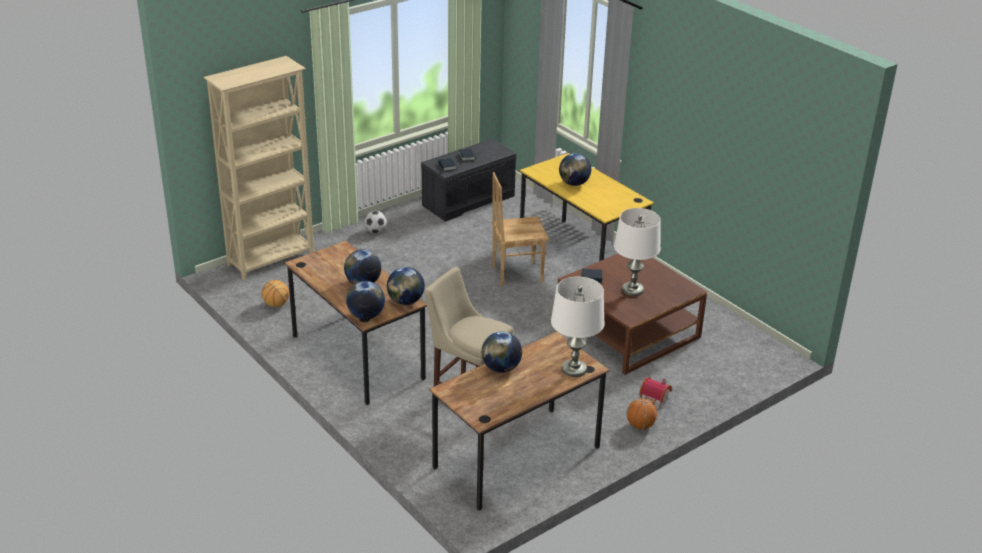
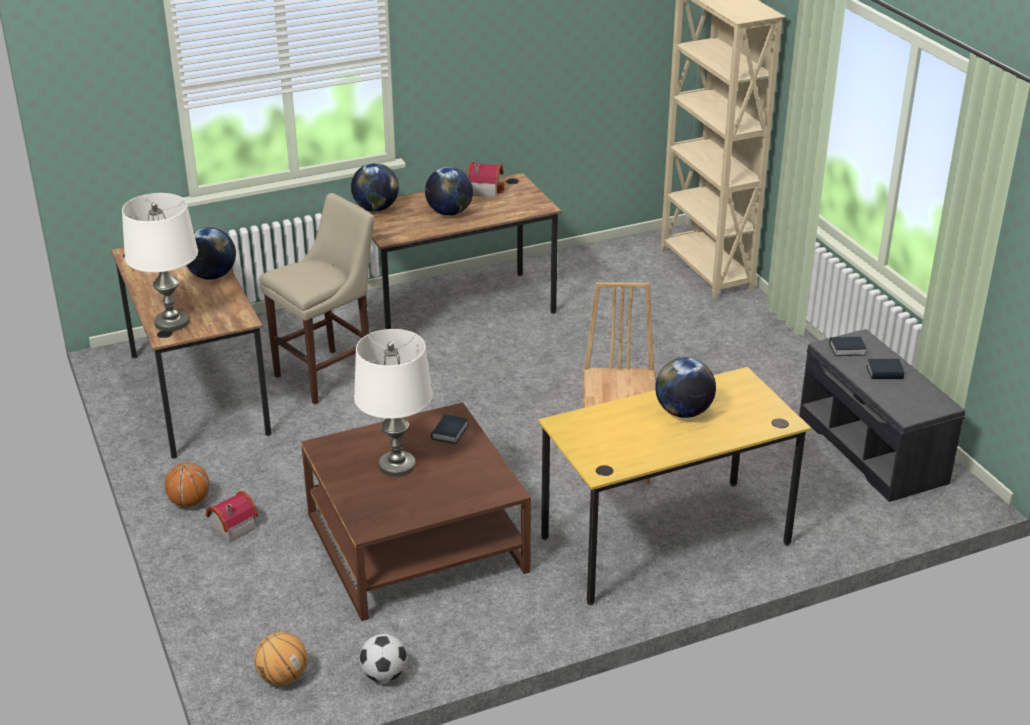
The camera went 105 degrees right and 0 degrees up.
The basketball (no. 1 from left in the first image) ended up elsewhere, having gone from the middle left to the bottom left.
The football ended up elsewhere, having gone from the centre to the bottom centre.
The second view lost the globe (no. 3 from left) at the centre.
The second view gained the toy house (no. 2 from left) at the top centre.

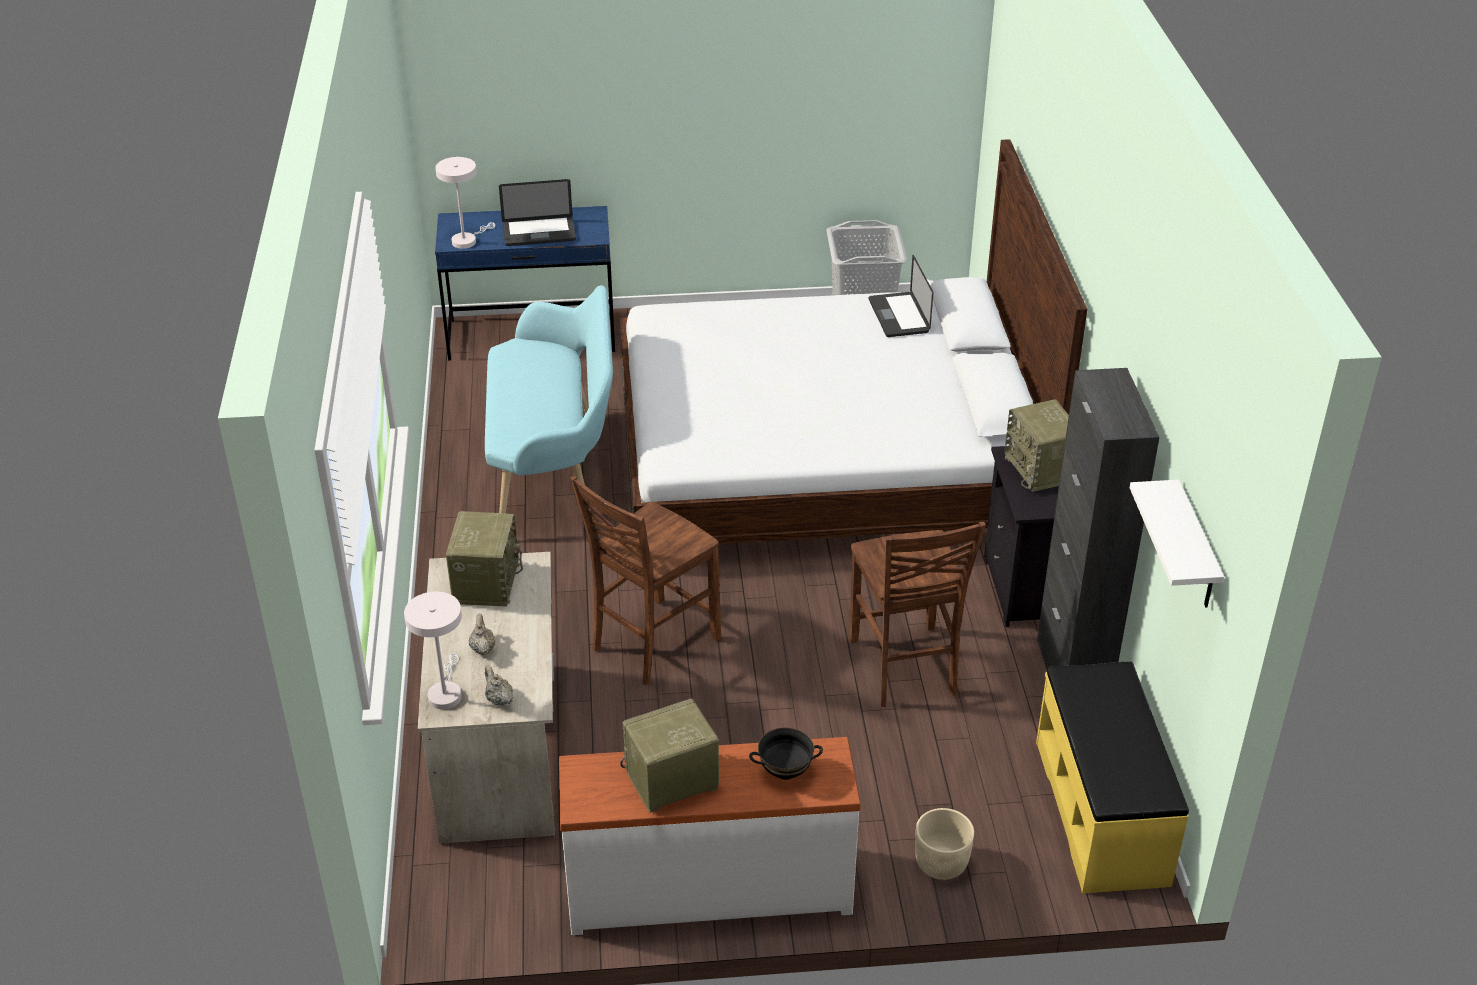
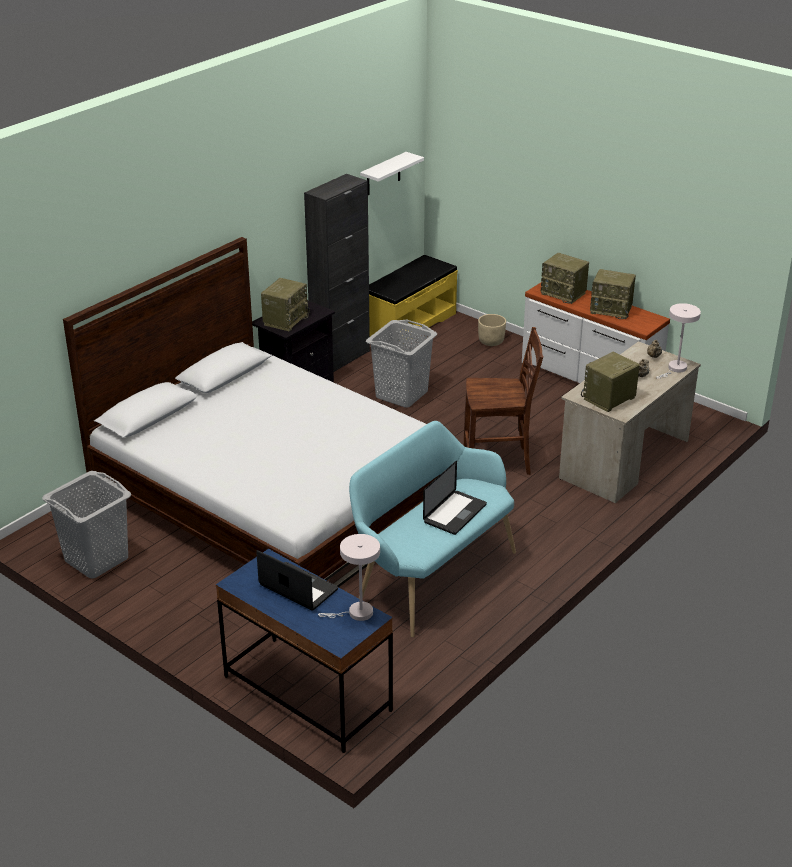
The camera went 135 degrees left and 5 degrees down.
Where the black bowl stood at the bottom centre, the radio (no. 2 from left) came to stand at the top right.
Where the brown chair (no. 2 from left) stood at the centre, the grey laundry basket (no. 2 from left) came to stand at the centre.
The laptop (no. 2 from left) ended up elsewhere, having gone from the top centre to the centre.

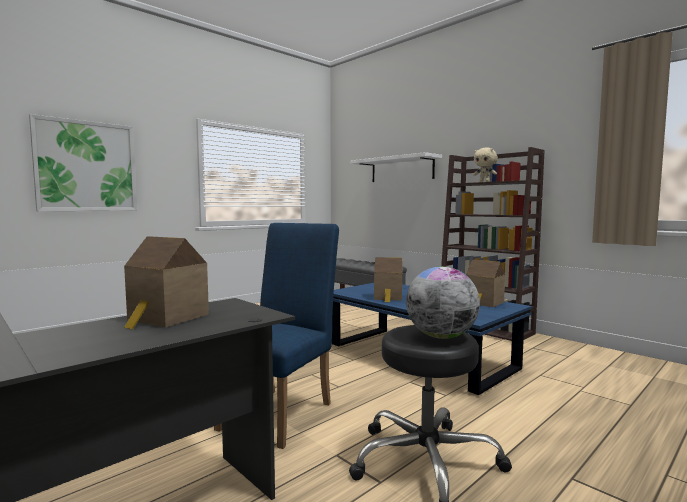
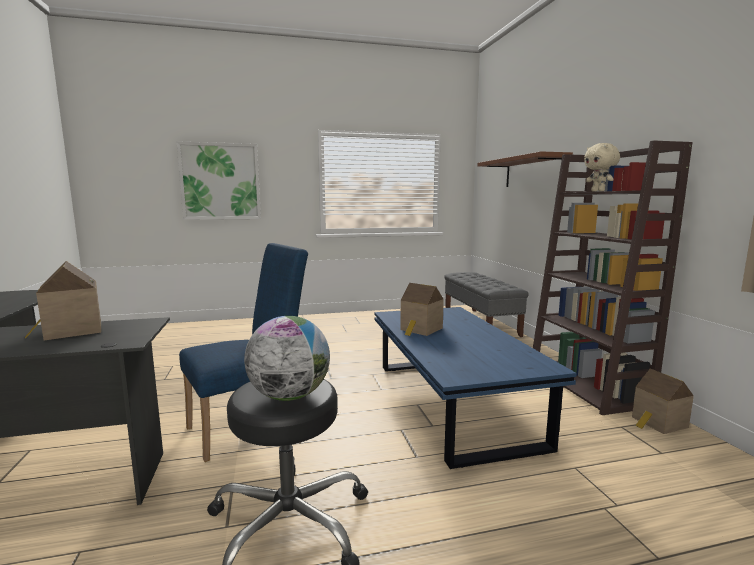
The camera went 30 degrees right and 5 degrees up.
What was the white shelf at the top centre turned into the brown shelf at the top right.
The toy house (no. 3 from left) ended up elsewhere, having gone from the middle right to the bottom right.

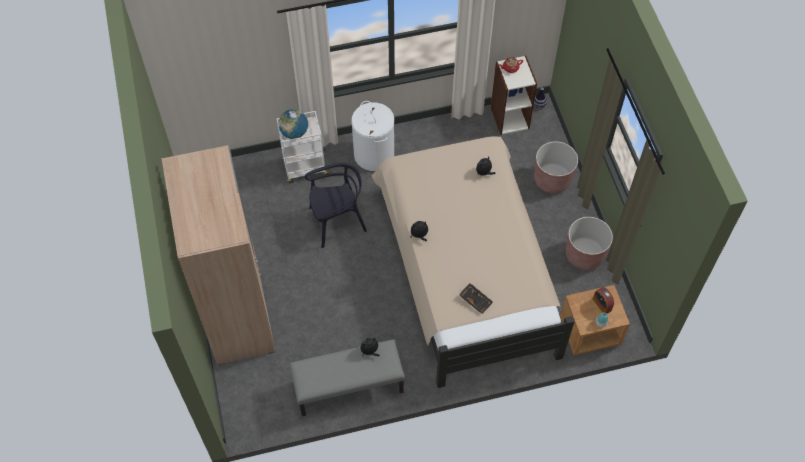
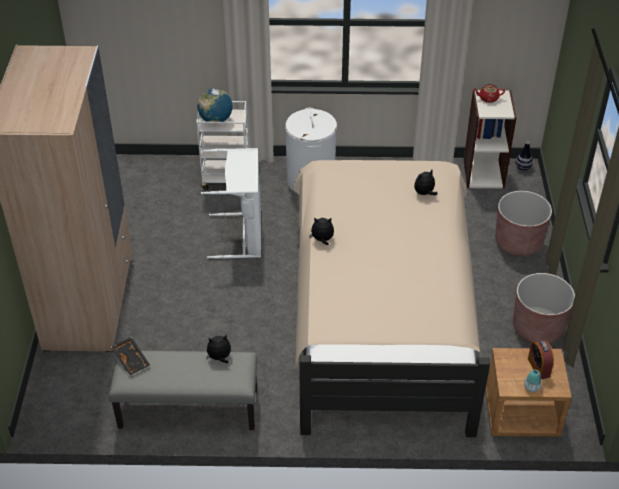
The camera went 15 degrees right and 15 degrees down.
Where the black chair stood at the centre, the white laundry basket (no. 1 from left) came to stand at the centre.
The black tray ended up elsewhere, having gone from the centre to the bottom left.

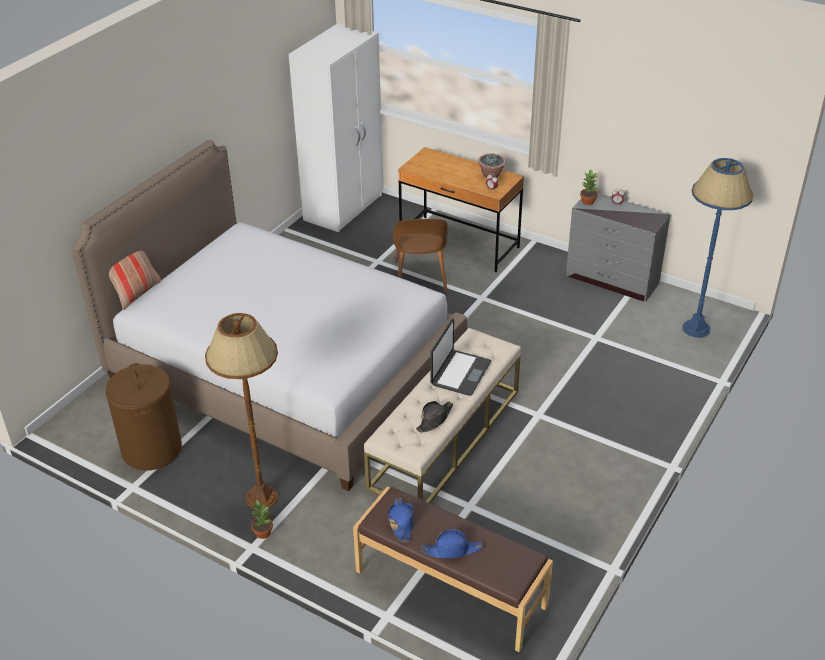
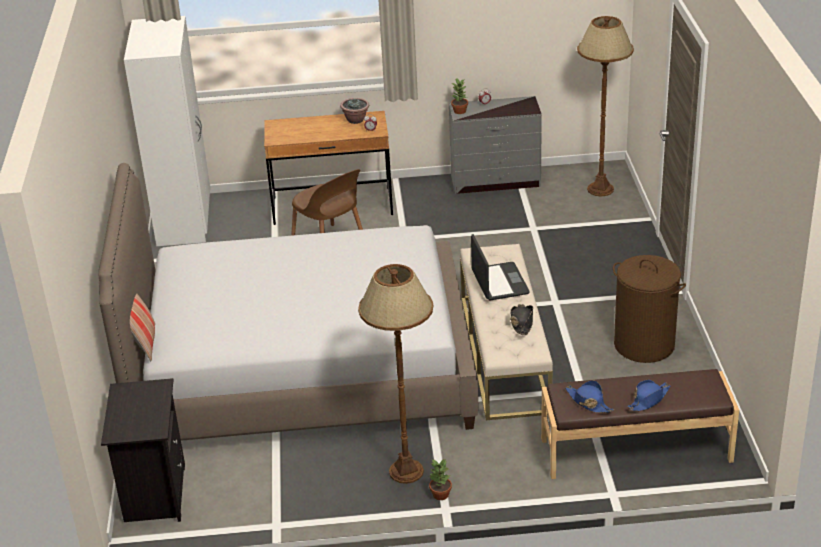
The camera went 35 degrees left and 5 degrees down.
The brown laundry basket ended up elsewhere, having gone from the middle left to the middle right.
What was the blue floor lamp at the middle right turned into the brown floor lamp (no. 2 from left) at the top right.
The second view gained the black nightstand at the bottom left.

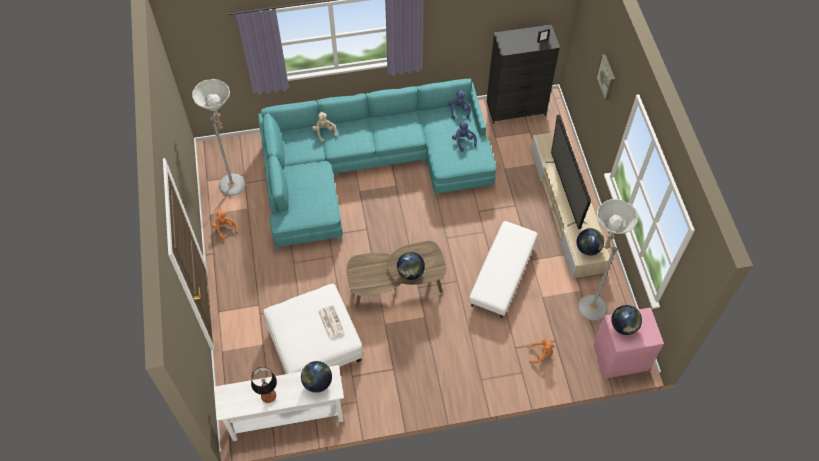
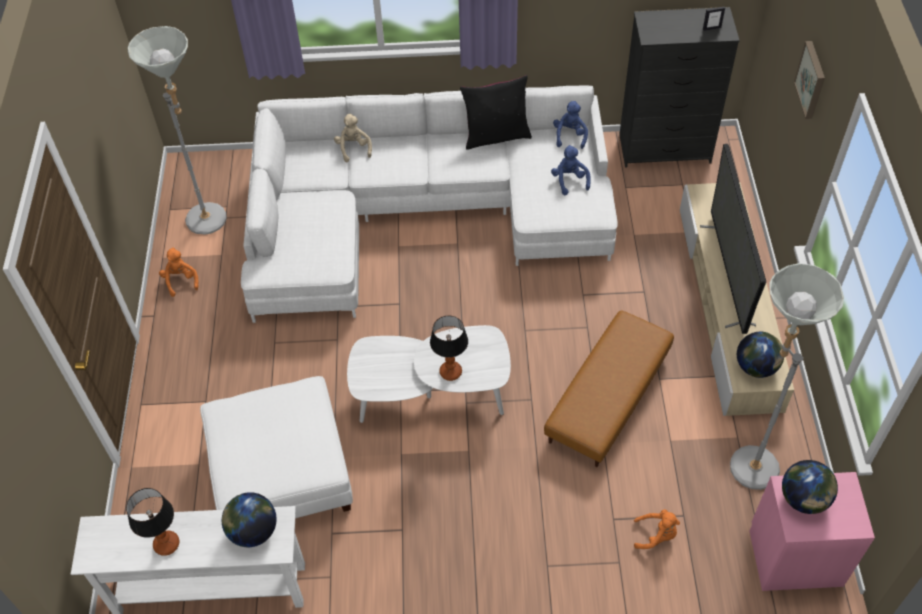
The camera went 10 degrees right and 5 degrees down.
What was the turquoise sofa at the centre turned into the white sofa at the top centre.
The second view lost the newspaper at the bottom centre.
What was the brown coffee table at the centre turned into the white coffee table at the centre.
Where the globe (no. 2 from left) stood at the centre, the table lamp (no. 2 from left) came to stand at the centre.
What was the white ottoman (no. 2 from left) at the centre turned into the brown ottoman at the centre.
The second view gained the black pillow at the top centre.

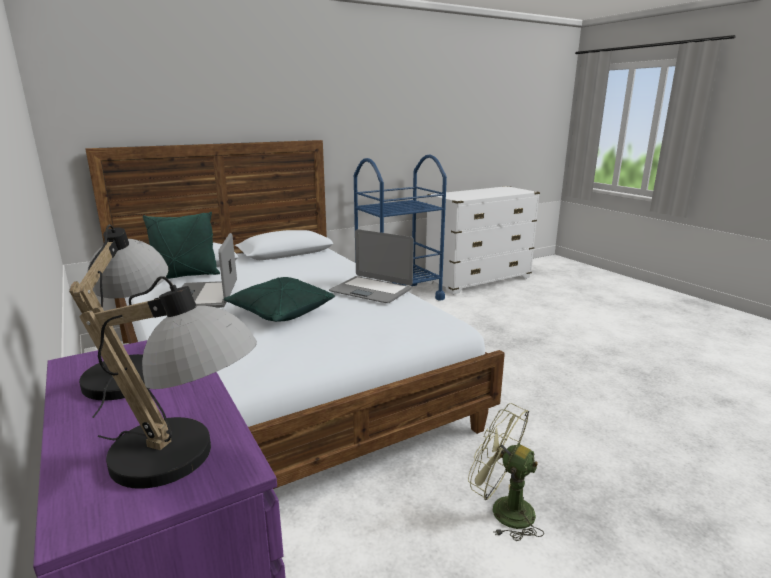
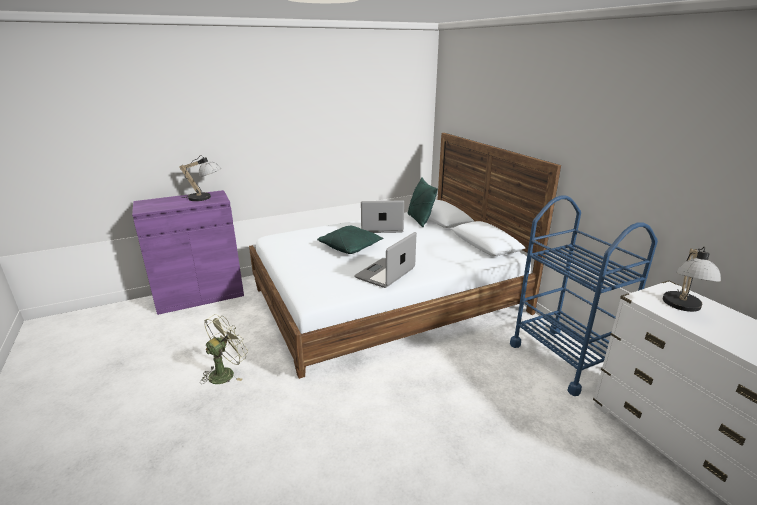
The camera went 95 degrees right and 5 degrees up.
The table lamp (no. 2 from left) ended up elsewhere, having gone from the middle left to the middle right.

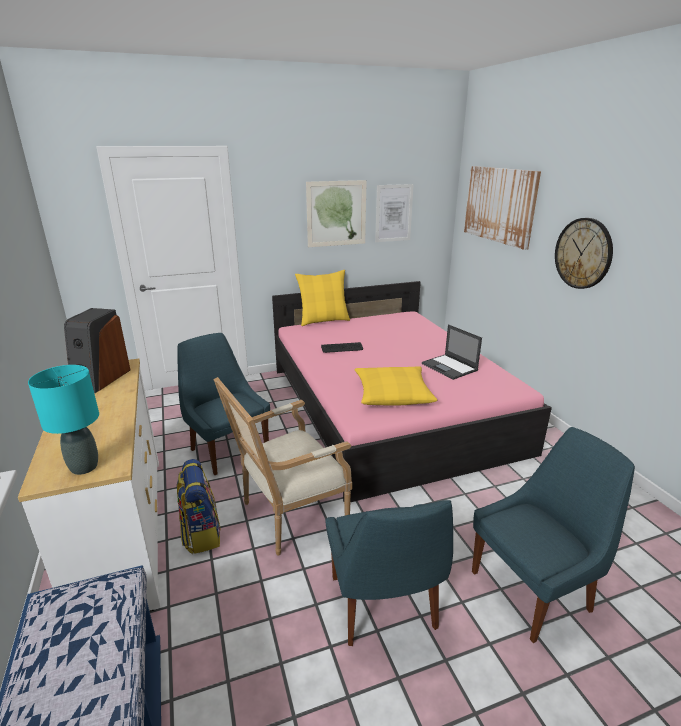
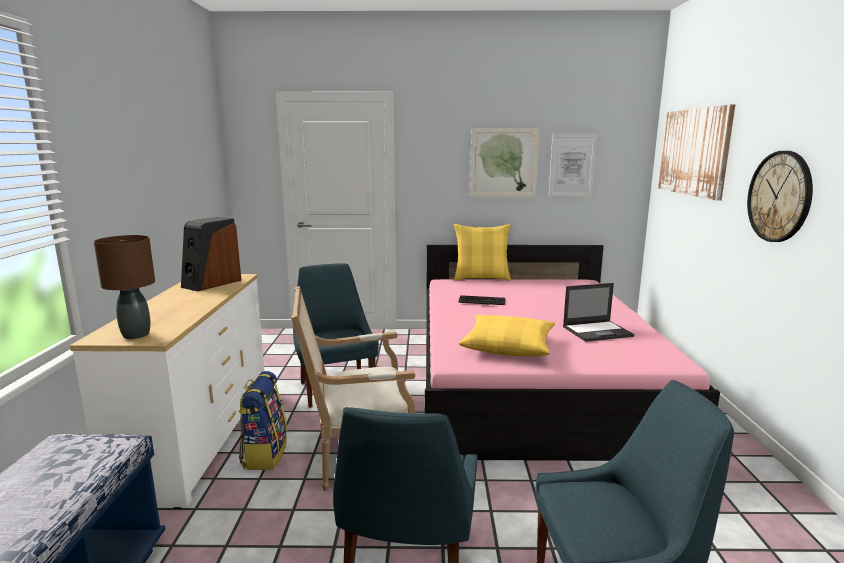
The camera went 20 degrees right and 10 degrees down.
What was the turquoise table lamp at the middle left turned into the brown table lamp at the middle left.
The laptop at the centre ended up facing another way, 90 degrees counterclockwise from before.

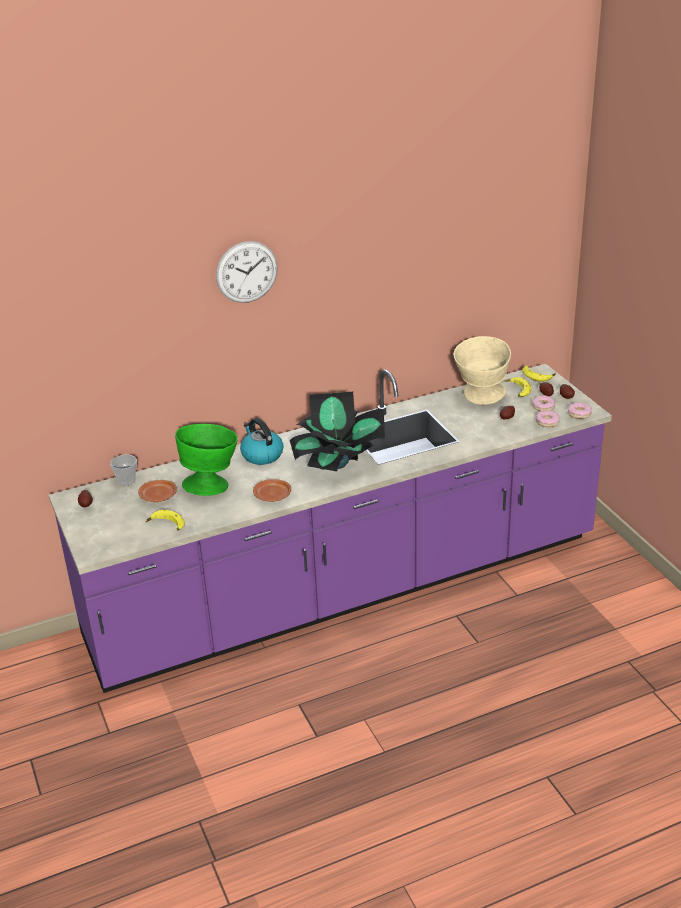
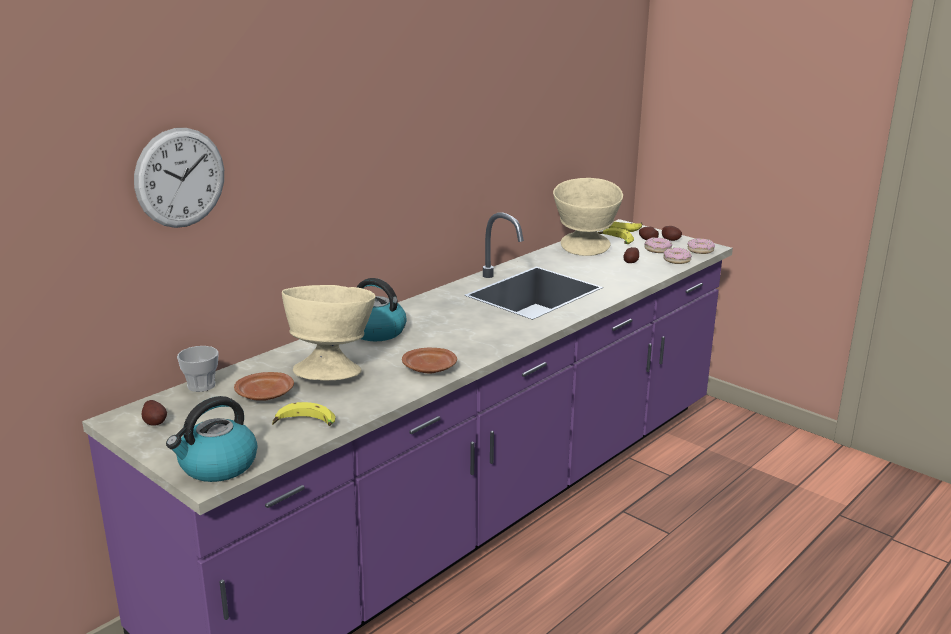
The camera went 25 degrees left and 10 degrees down.
What was the green bowl at the middle left turned into the beige bowl (no. 1 from left) at the centre.
The wall clock ended up elsewhere, having gone from the top centre to the top left.
The second view lost the potted plant at the centre.
The second view gained the kettle (no. 1 from left) at the bottom left.

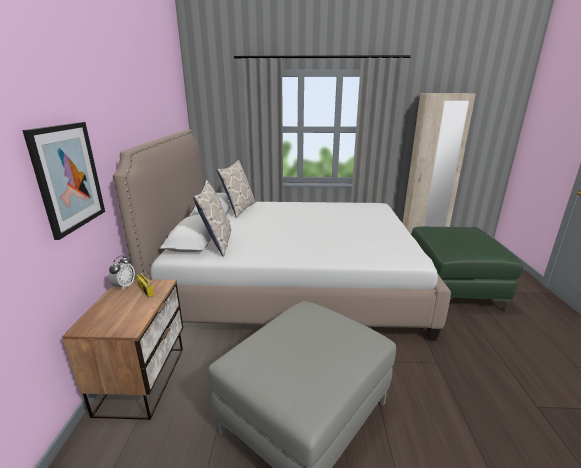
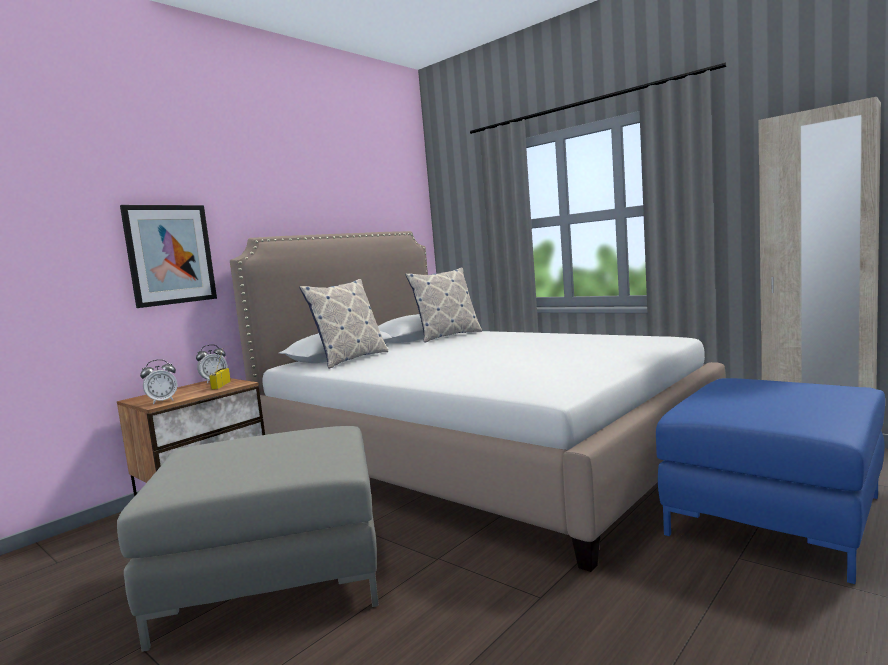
The camera went 40 degrees right and 15 degrees down.
What was the green ottoman at the middle right turned into the blue ottoman at the bottom right.
The second view gained the alarm clock (no. 1 from left) at the middle left.

